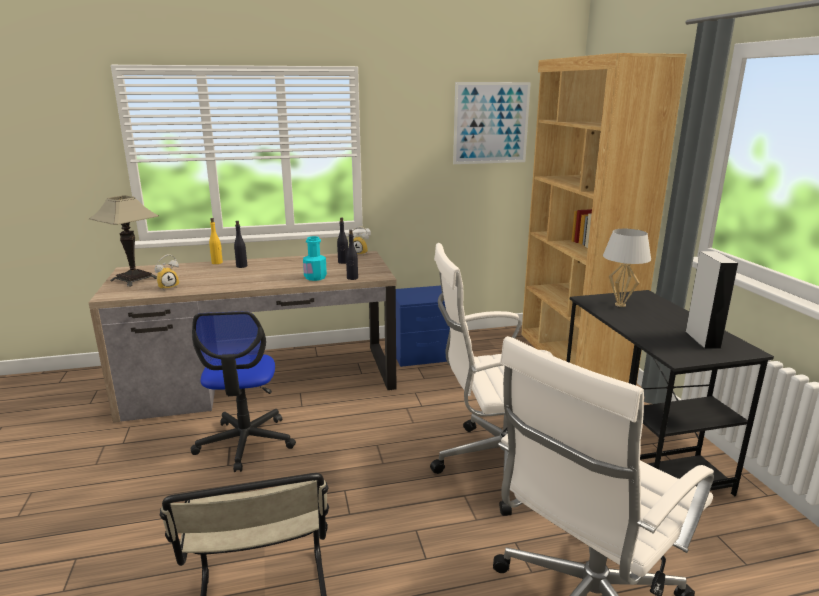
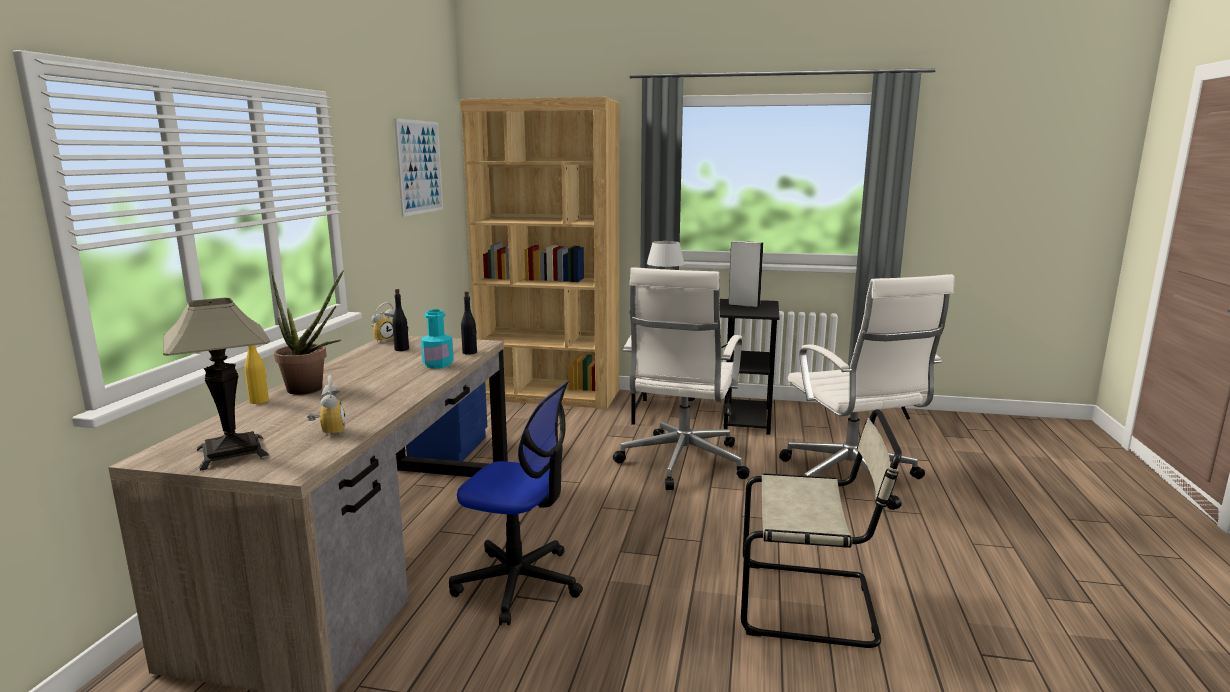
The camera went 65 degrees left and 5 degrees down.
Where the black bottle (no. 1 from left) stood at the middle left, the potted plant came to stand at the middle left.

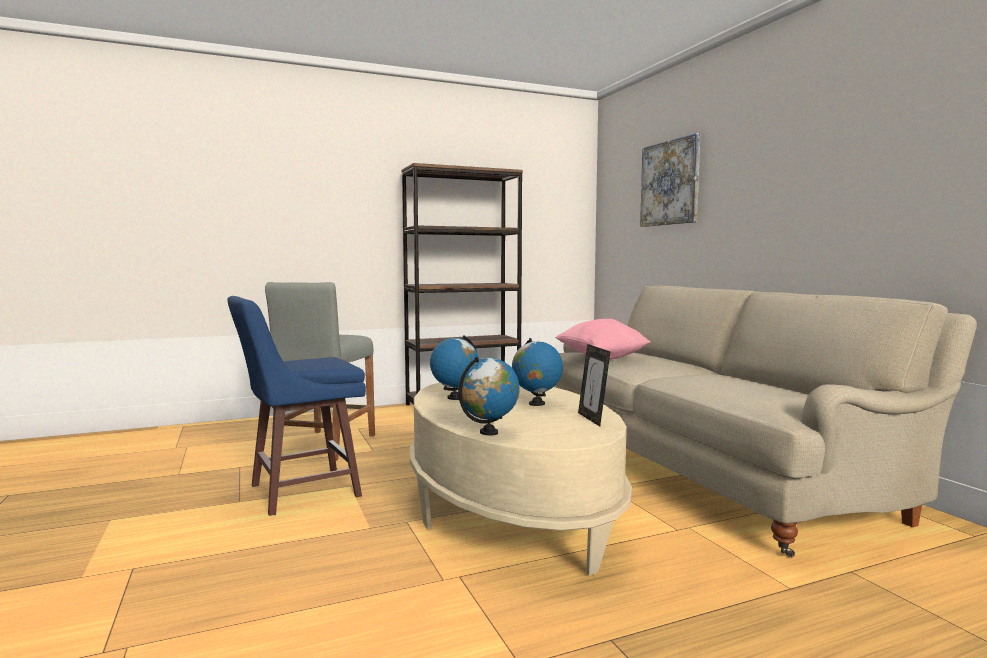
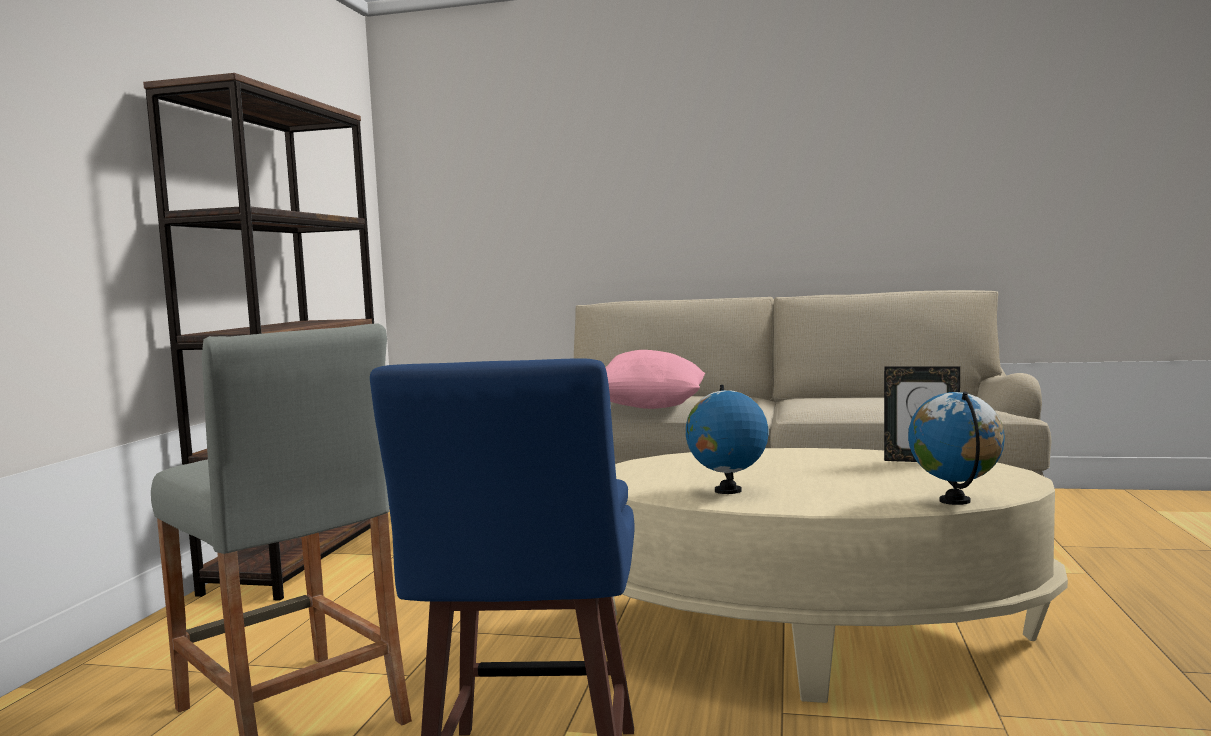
The camera went 55 degrees left and 0 degrees up.
The second view lost the globe (no. 3 from left) at the centre.
The second view lost the picture at the top right.

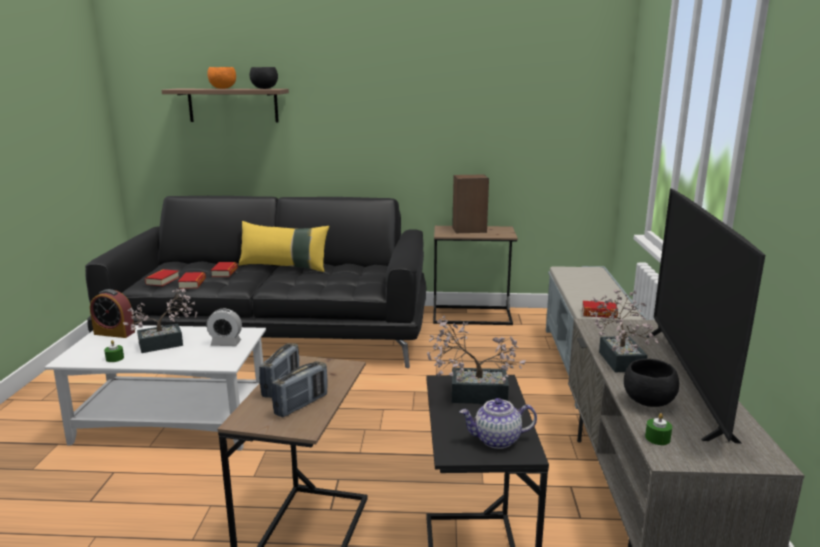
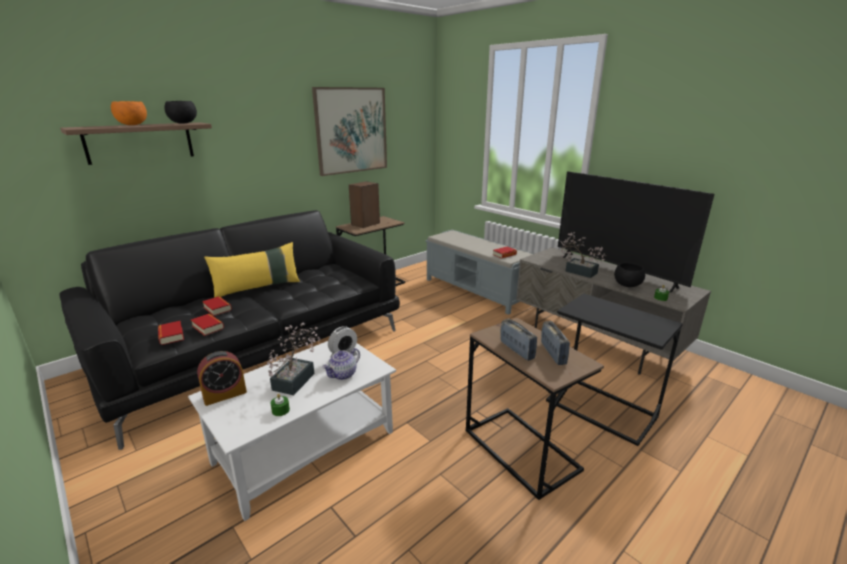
The camera went 45 degrees left and 5 degrees up.
The second view lost the potted plant (no. 2 from left) at the centre.
The teapot ended up elsewhere, having gone from the bottom centre to the centre.
The second view gained the picture at the top centre.

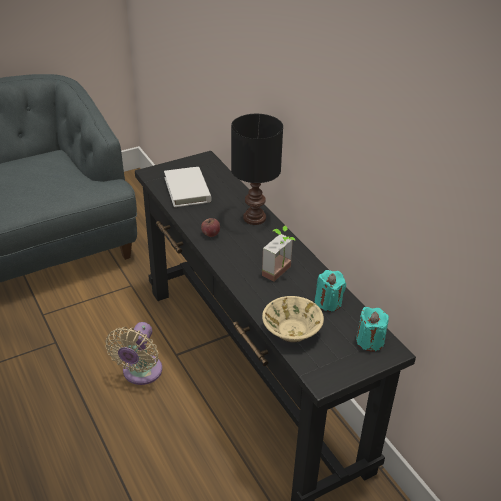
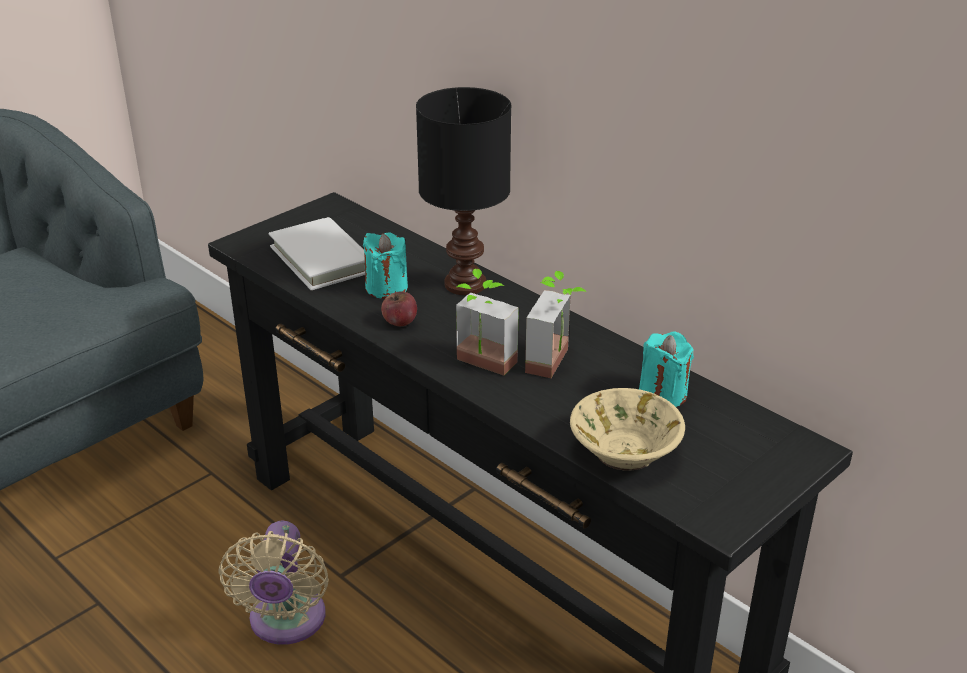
The camera went 15 degrees left and 5 degrees down.
The turquoise candle (no. 2 from left in the first image) ended up elsewhere, having gone from the middle right to the centre.
The second view gained the potted plant (no. 1 from left) at the centre.

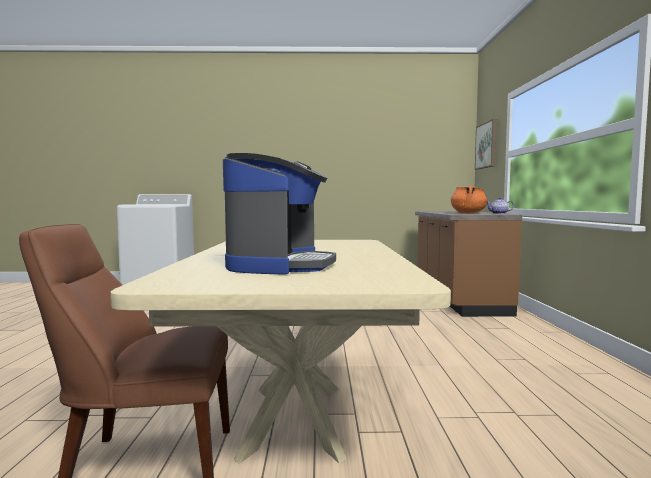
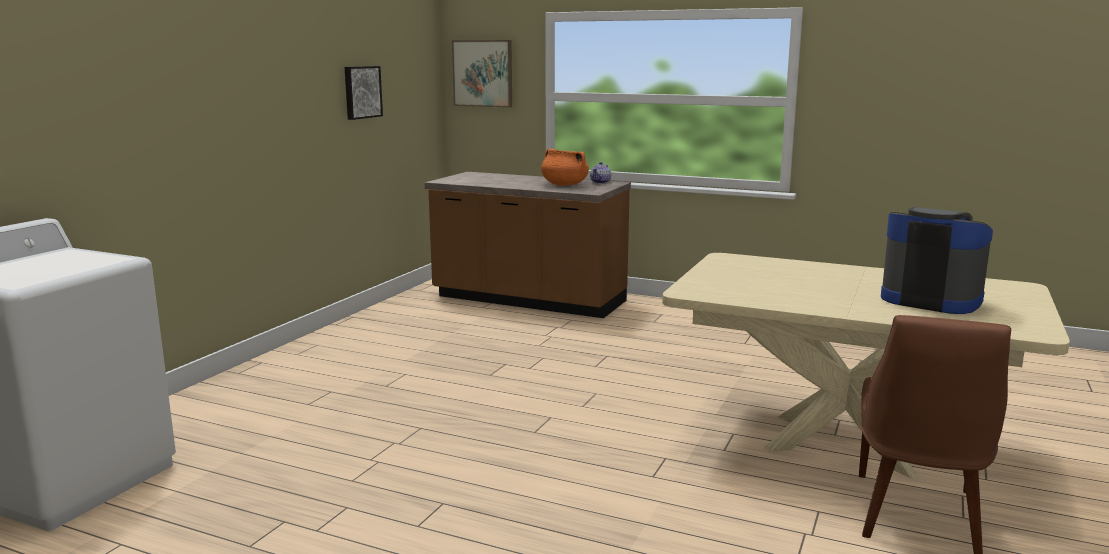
The camera went 65 degrees left and 10 degrees up.
The second view gained the picture (no. 1 from left) at the top left.

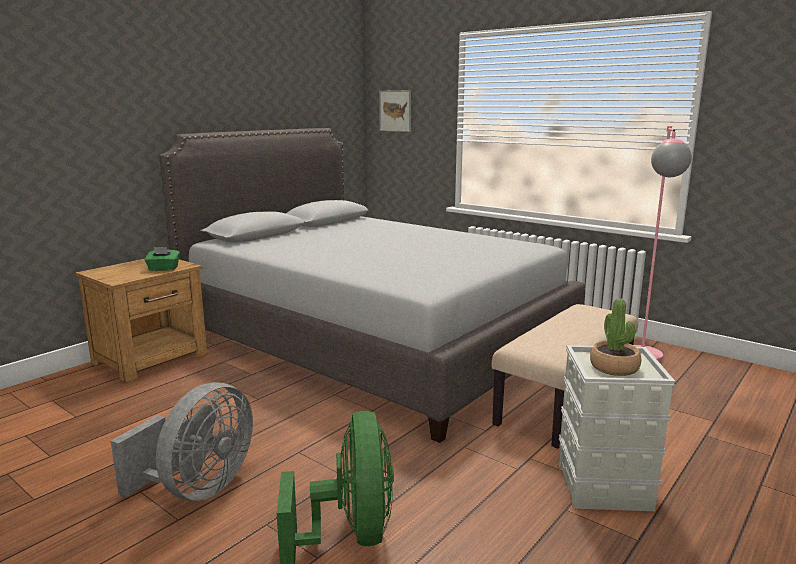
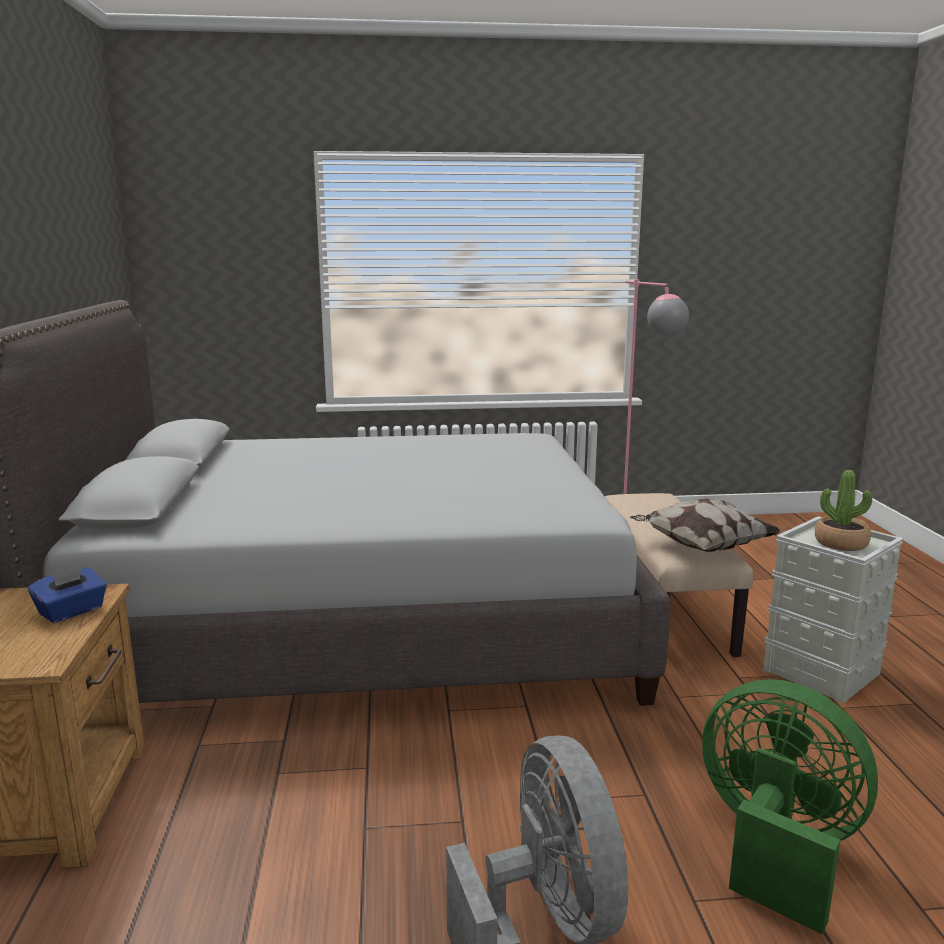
The camera went 45 degrees left and 0 degrees up.
What was the green tissue box at the middle left turned into the blue tissue box at the middle left.
The second view lost the picture at the top centre.
The second view gained the pillow at the middle right.

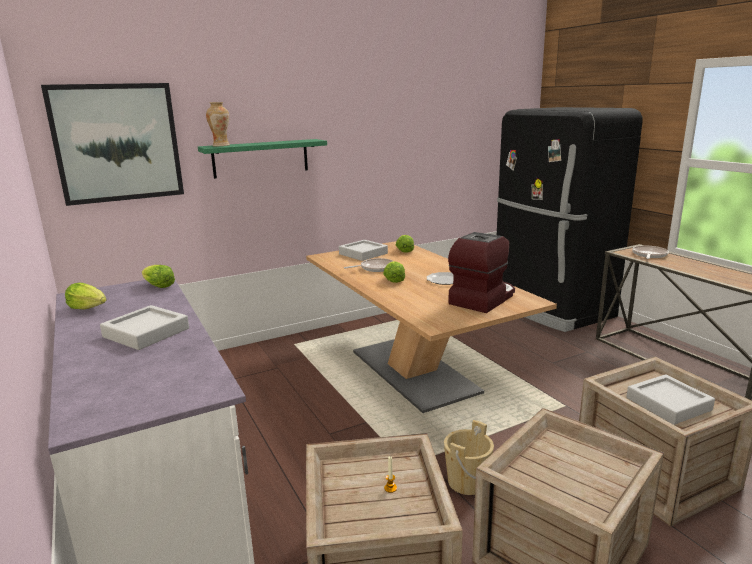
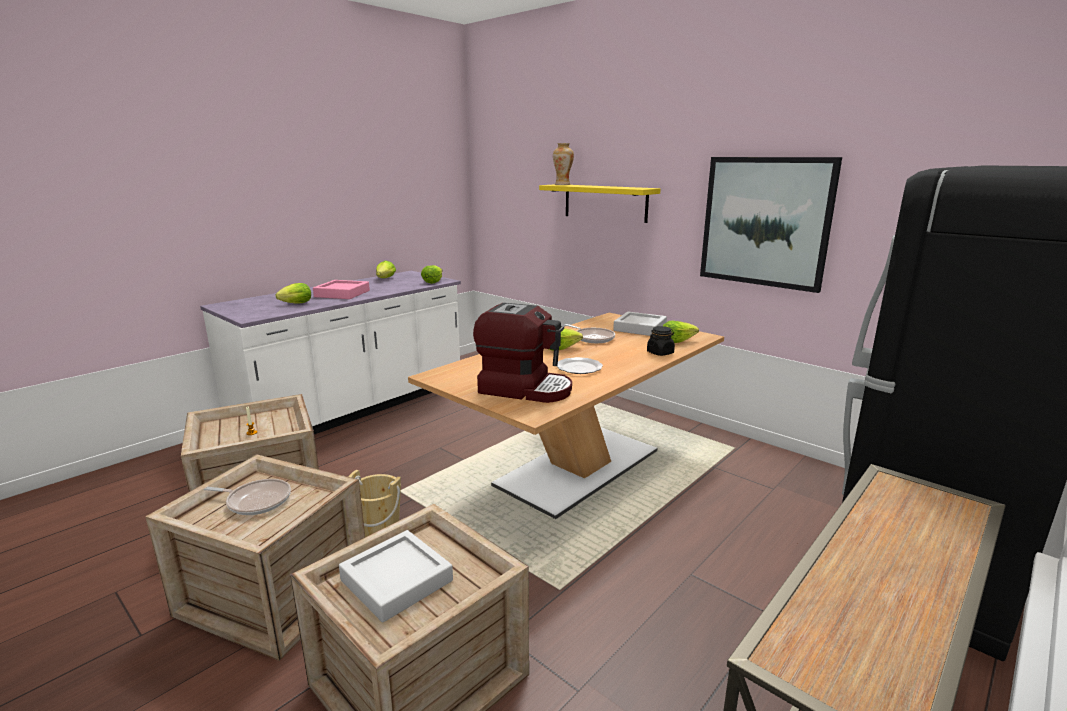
The camera went 70 degrees right and 0 degrees up.
The picture ended up elsewhere, having gone from the top left to the top right.
What was the grey tray (no. 1 from left) at the middle left turned into the pink tray at the middle left.
What was the green shelf at the top centre turned into the yellow shelf at the top centre.
The frying pan (no. 2 from left in the first image) ended up elsewhere, having gone from the middle right to the bottom left.
The second view gained the lettuce (no. 1 from left) at the middle left.
The second view gained the black jar at the centre.

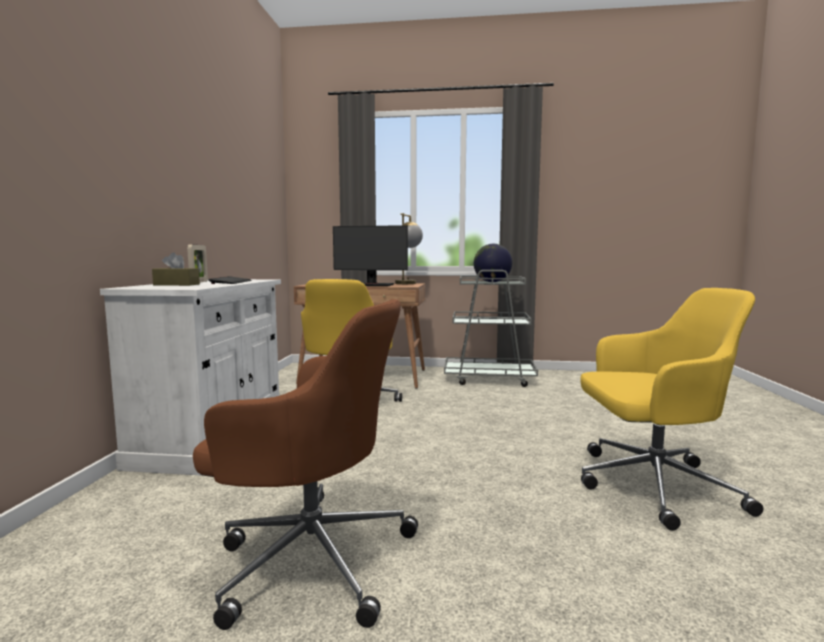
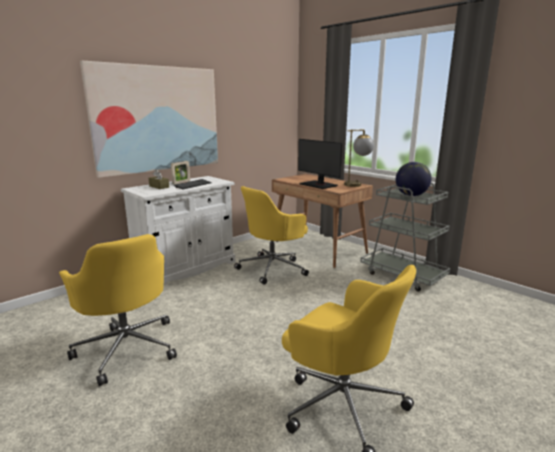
The camera went 40 degrees right and 10 degrees up.
What was the brown office chair at the bottom centre turned into the yellow office chair (no. 1 from left) at the bottom left.
The second view gained the picture at the top left.

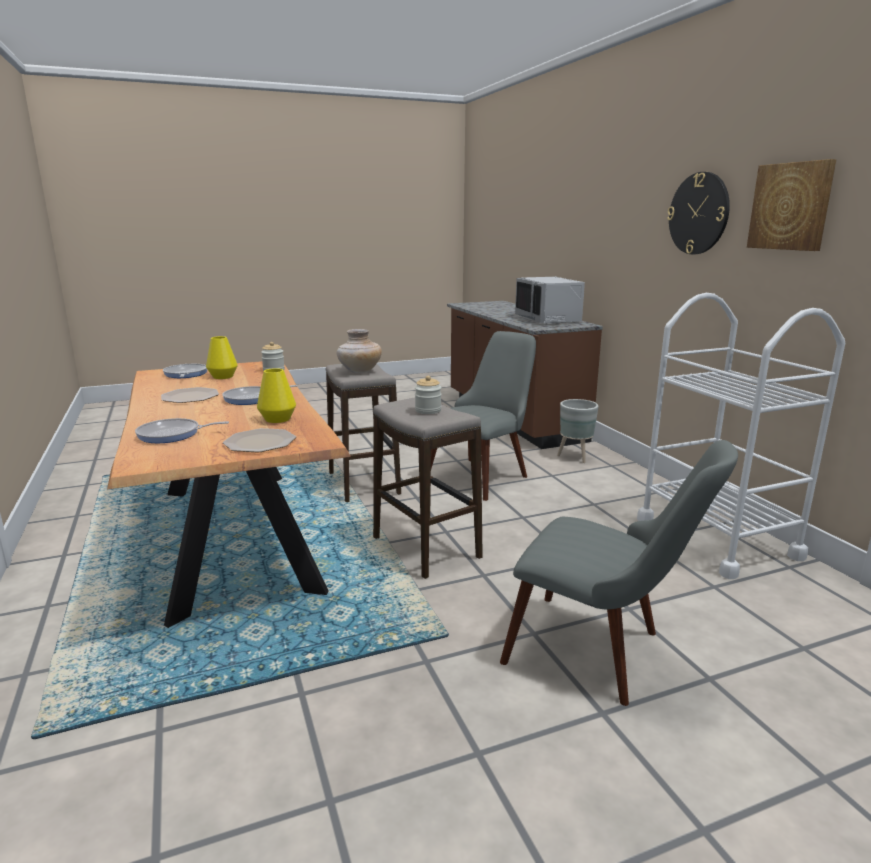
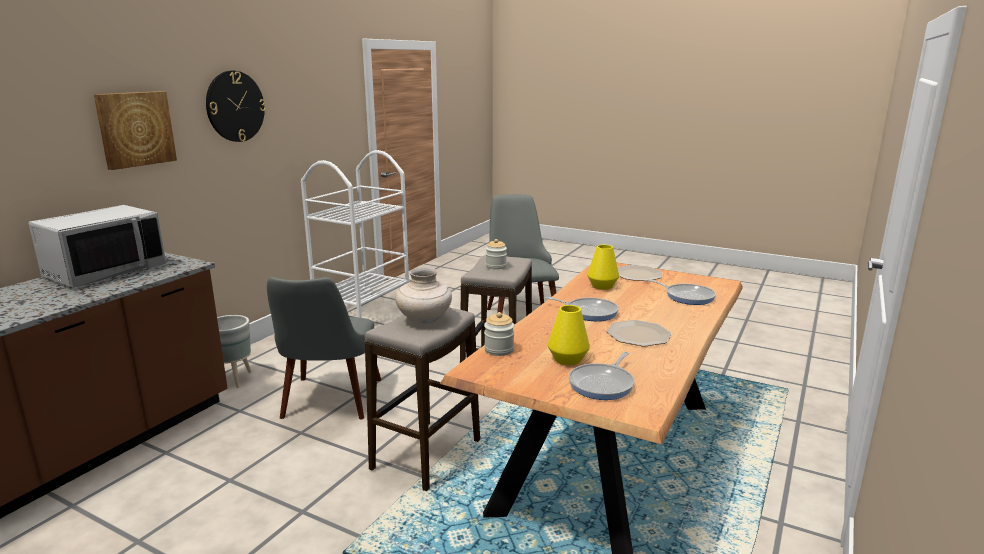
The camera went 130 degrees left and 0 degrees up.
The grey chair (no. 1 from left) at the centre ended up facing another way, 90 degrees counterclockwise from before.
The picture ended up elsewhere, having gone from the top right to the top left.

